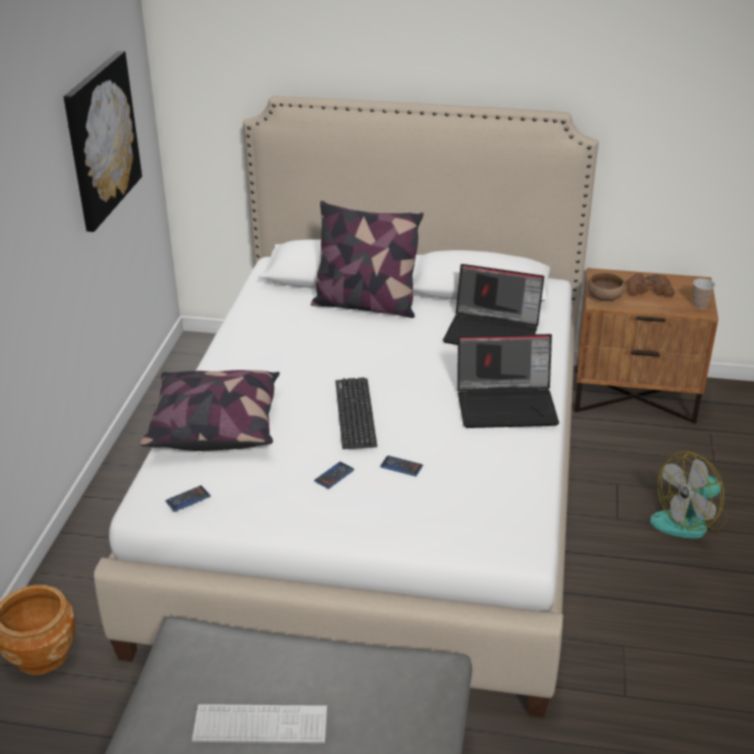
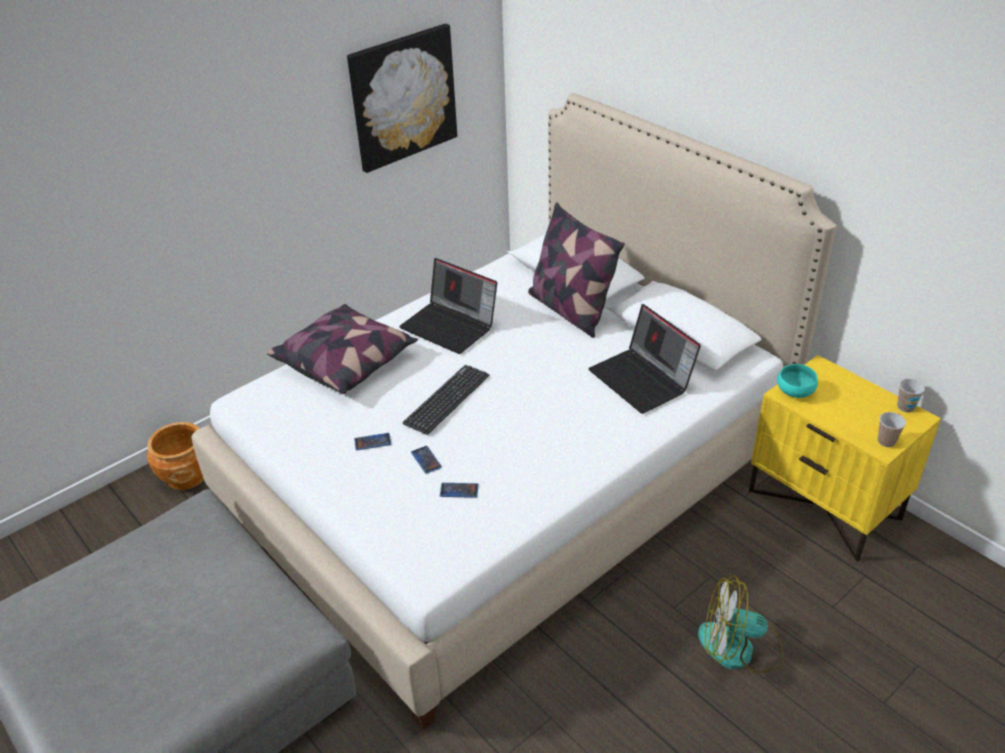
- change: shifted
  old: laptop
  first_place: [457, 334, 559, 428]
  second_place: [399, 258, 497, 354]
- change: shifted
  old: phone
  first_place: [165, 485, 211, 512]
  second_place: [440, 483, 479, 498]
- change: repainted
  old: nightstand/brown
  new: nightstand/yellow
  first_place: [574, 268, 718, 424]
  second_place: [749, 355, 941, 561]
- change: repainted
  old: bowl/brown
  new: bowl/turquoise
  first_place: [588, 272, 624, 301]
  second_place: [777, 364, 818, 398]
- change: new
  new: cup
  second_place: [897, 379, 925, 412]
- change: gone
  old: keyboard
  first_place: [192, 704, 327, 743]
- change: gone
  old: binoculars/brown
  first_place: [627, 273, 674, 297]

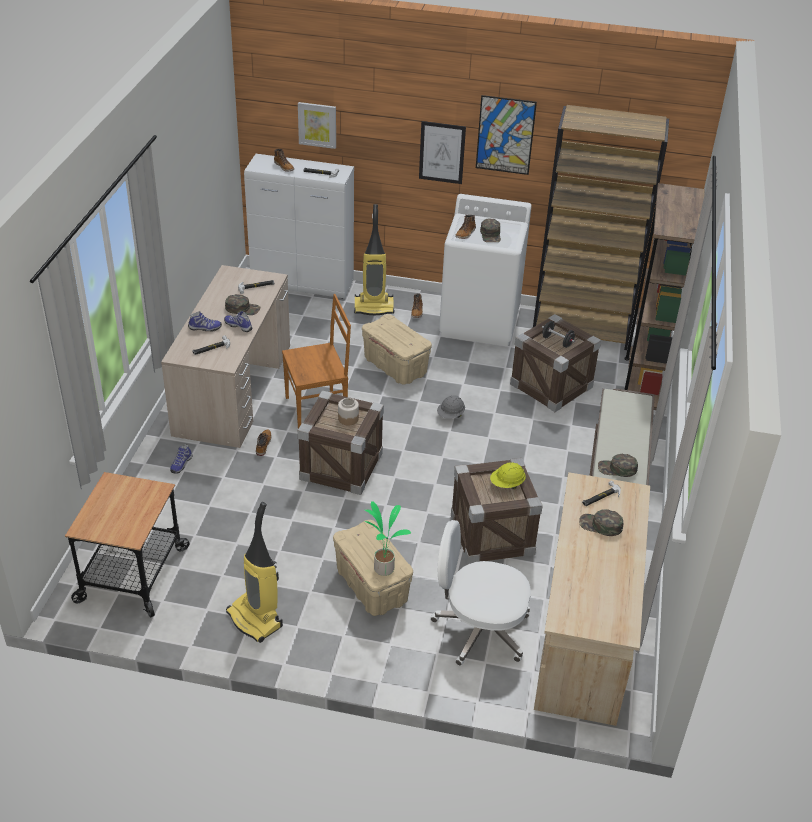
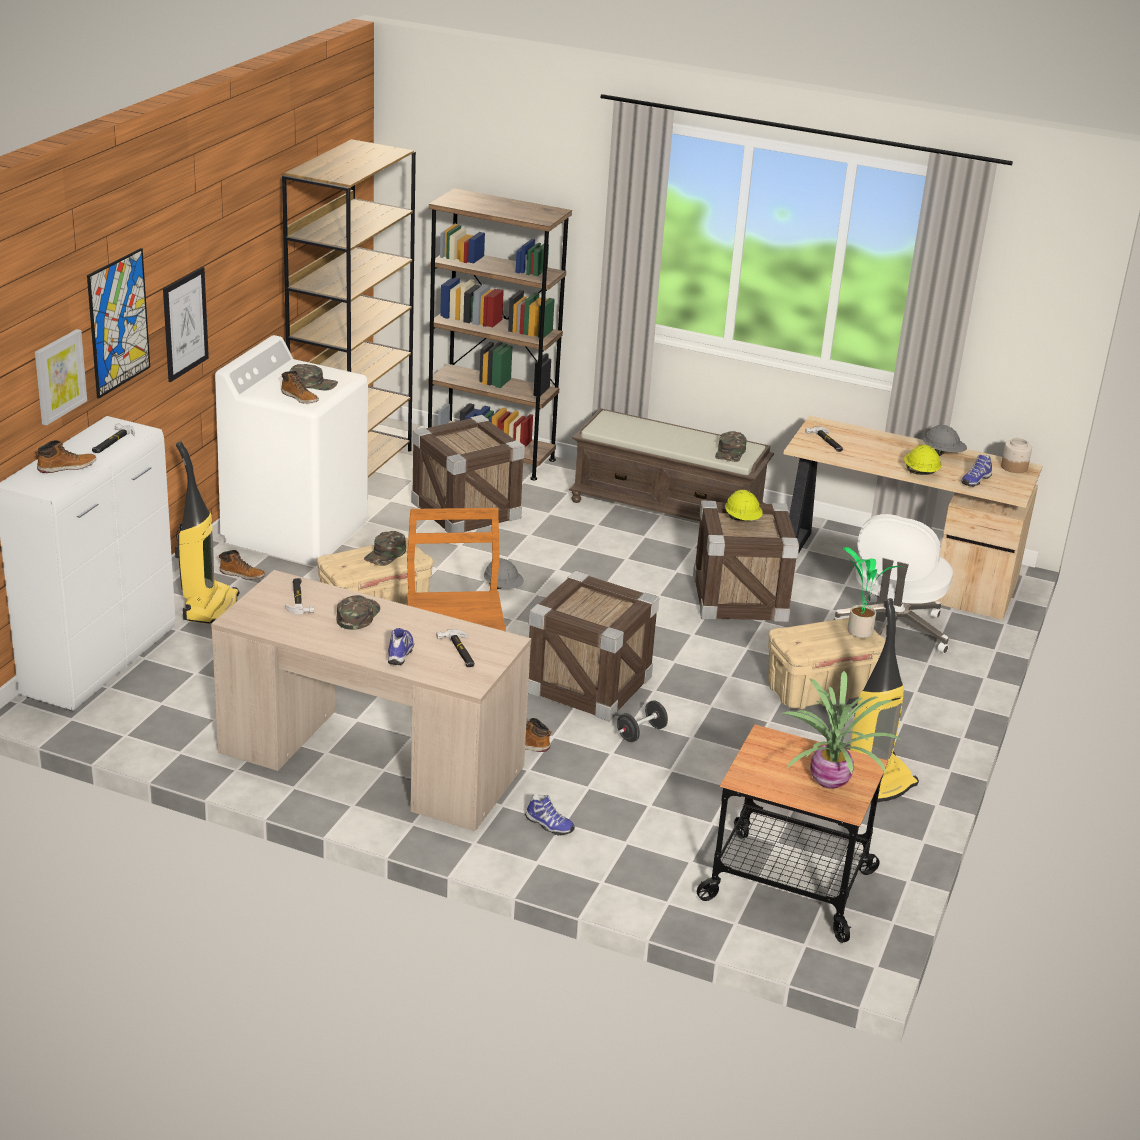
- change: shifted
  old: picture
  first_place: [476, 95, 537, 175]
  second_place: [87, 248, 150, 398]
- change: shifted
  old: cap/green
  first_place: [579, 509, 623, 536]
  second_place: [364, 531, 406, 566]
- change: shifted
  old: dumbbell/black
  first_place: [542, 321, 575, 348]
  second_place: [617, 700, 668, 742]
- change: new
  new: potted plant
  second_place: [783, 671, 901, 789]
- change: new
  new: hard hat/yellow
  second_place: [904, 445, 941, 475]
- change: new
  new: hard hat/grey
  second_place: [923, 425, 967, 456]
- change: shifted
  old: shoe
  first_place: [224, 311, 253, 332]
  second_place: [961, 455, 992, 487]
- change: shifted
  old: jar
  first_place: [338, 398, 359, 426]
  second_place: [1001, 438, 1032, 473]

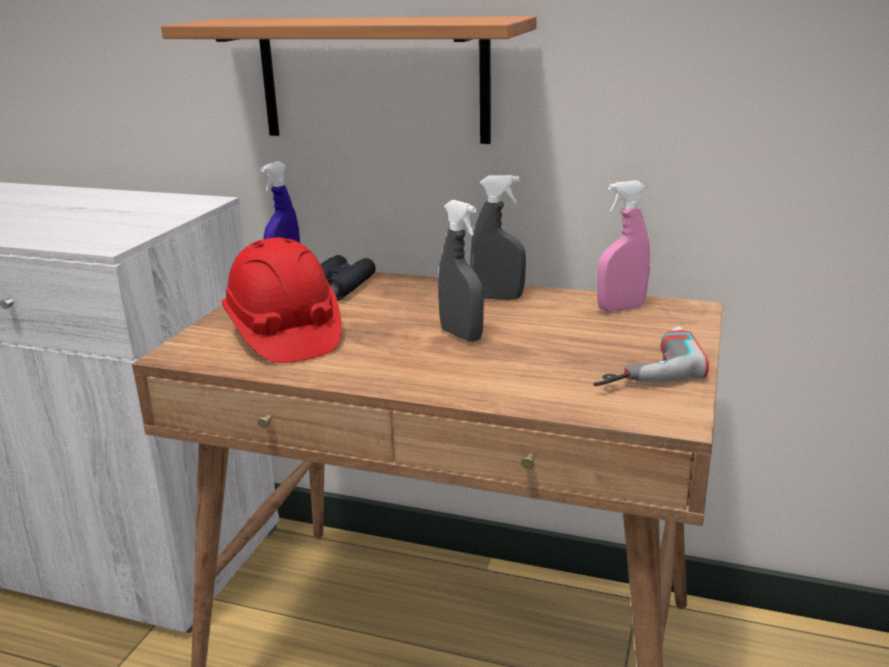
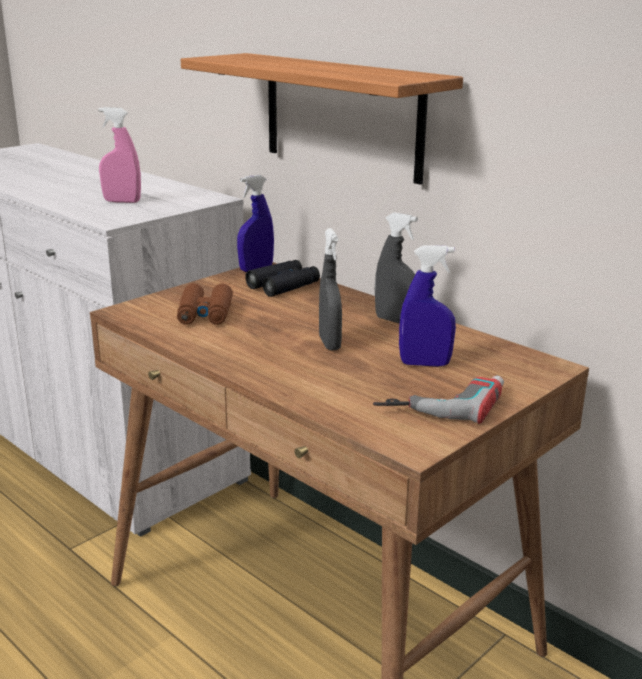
- change: shifted
  old: spray bottle/pink
  first_place: [597, 180, 650, 312]
  second_place: [98, 107, 141, 203]
- change: swapped
  old: hard hat/red
  new: binoculars/brown
  first_place: [222, 237, 341, 363]
  second_place: [177, 283, 233, 325]
- change: new
  new: spray bottle/blue
  second_place: [399, 245, 456, 367]

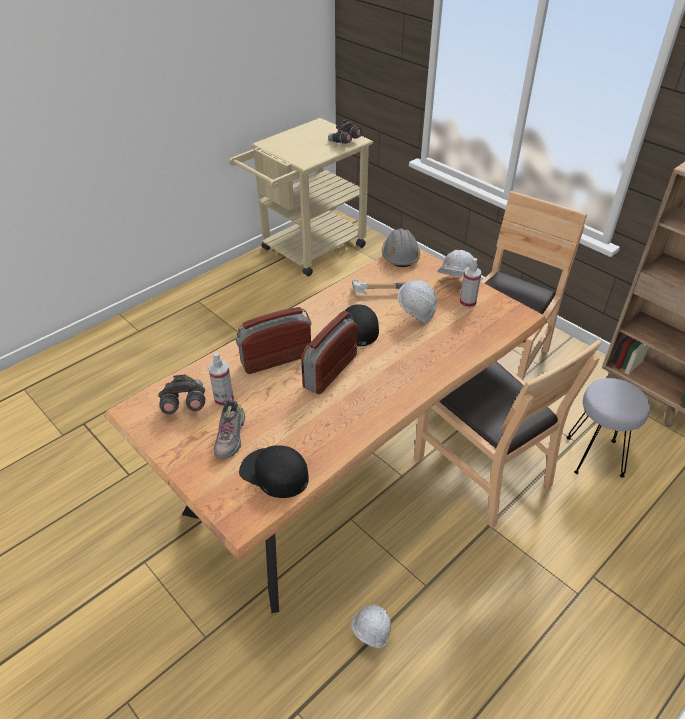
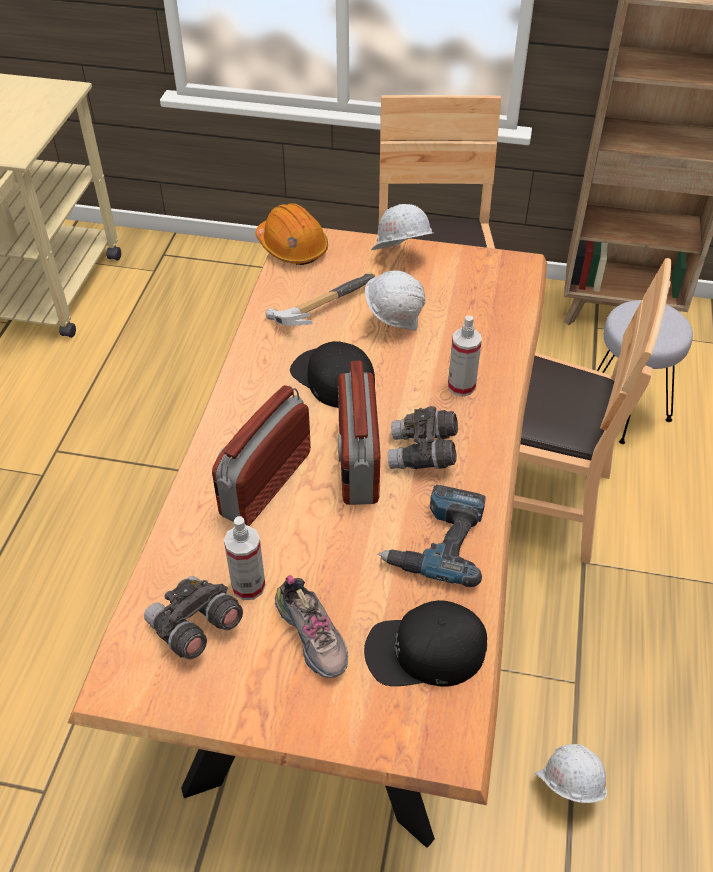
- change: repainted
  old: hard hat/grey
  new: hard hat/orange
  first_place: [382, 229, 420, 267]
  second_place: [256, 203, 328, 265]
- change: new
  new: power drill
  second_place: [378, 485, 486, 587]
- change: shifted
  old: binoculars/grey
  first_place: [328, 119, 362, 144]
  second_place: [388, 406, 458, 469]
- change: shifted
  old: spray bottle
  first_place: [460, 258, 481, 308]
  second_place: [448, 315, 482, 397]

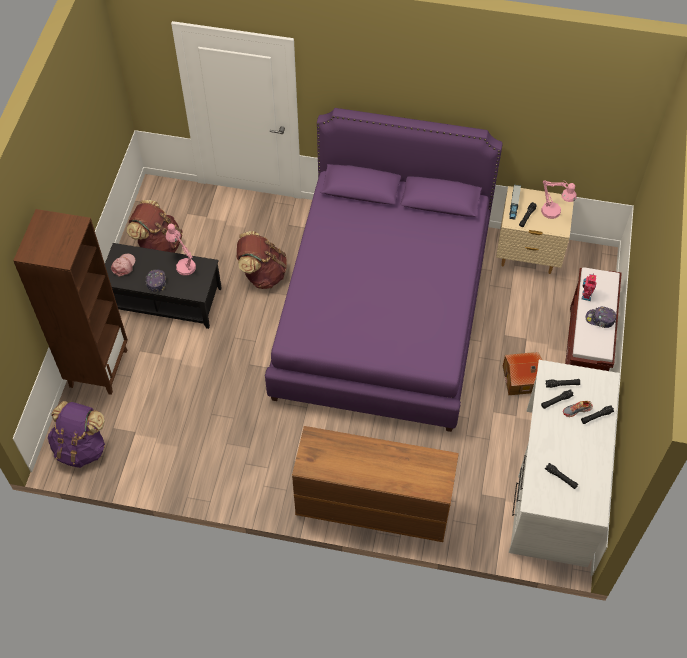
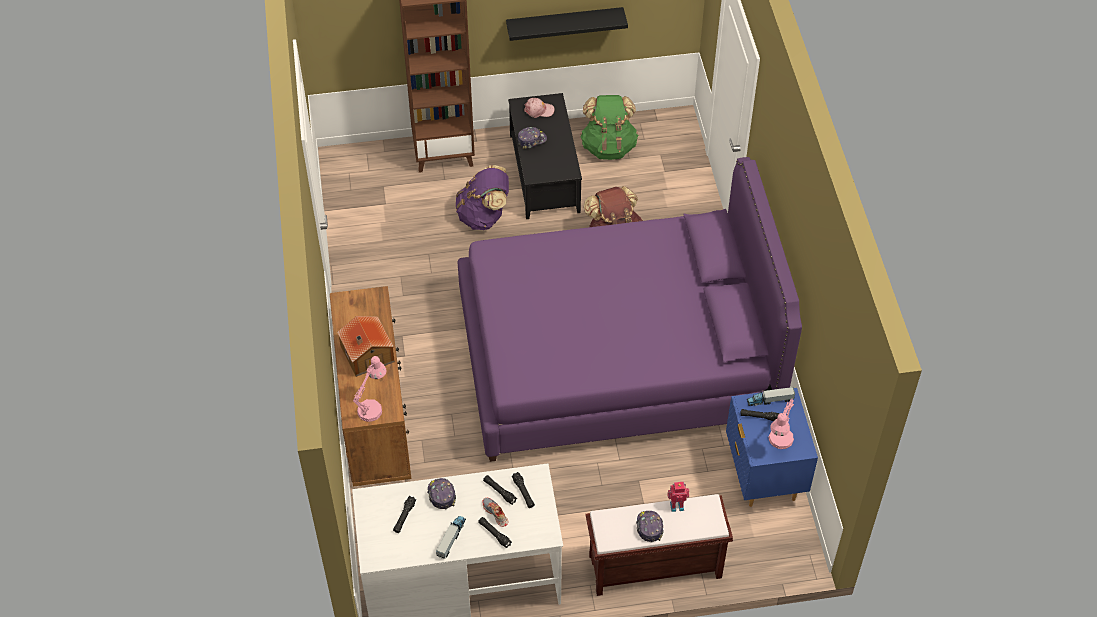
- change: shifted
  old: toy house
  first_place: [503, 352, 542, 395]
  second_place: [337, 316, 395, 377]
- change: shifted
  old: table lamp/pink
  first_place: [166, 224, 196, 276]
  second_place: [353, 356, 386, 422]
- change: new
  new: cap
  second_place: [427, 478, 456, 510]
- change: new
  new: toy truck
  second_place: [436, 516, 466, 559]
- change: shifted
  old: backpack/purple
  first_place: [48, 401, 105, 468]
  second_place: [456, 165, 509, 230]
- change: new
  new: shelf/black
  second_place: [506, 7, 628, 41]
- change: repainted
  old: backpack/brown
  new: backpack/green
  first_place: [127, 200, 183, 253]
  second_place: [580, 95, 639, 160]
- change: repainted
  old: nightstand/beige
  new: nightstand/blue
  first_place: [496, 186, 574, 274]
  second_place: [726, 388, 818, 507]

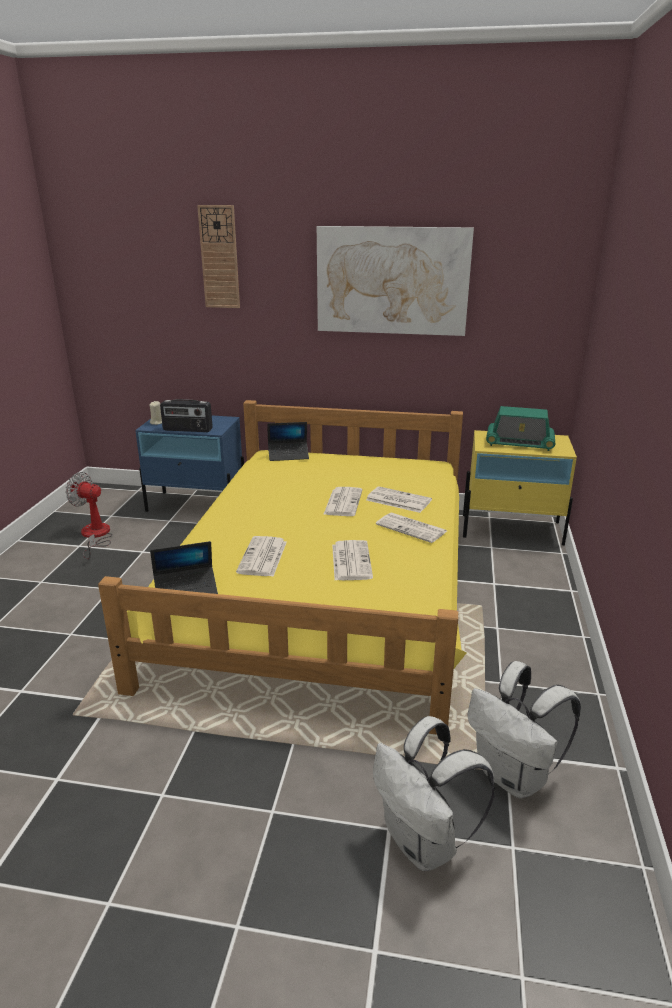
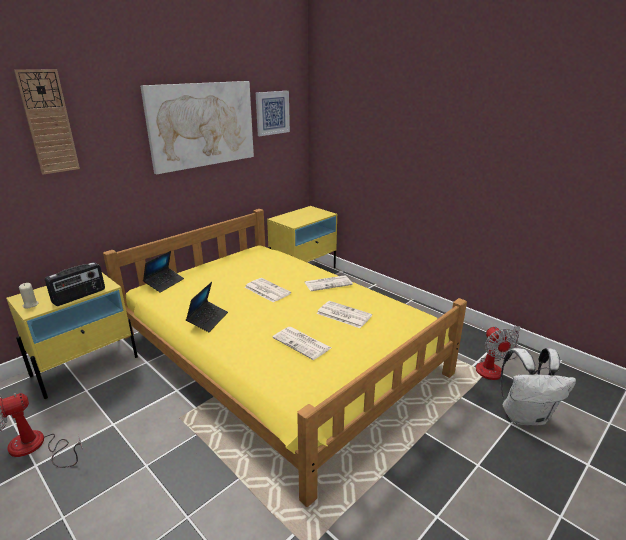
- change: repainted
  old: nightstand/blue
  new: nightstand/yellow
  first_place: [135, 416, 244, 512]
  second_place: [6, 273, 138, 399]
- change: shifted
  old: laptop
  first_place: [150, 541, 218, 594]
  second_place: [186, 282, 228, 332]
- change: new
  new: picture
  second_place: [256, 91, 290, 136]
- change: swapped
  old: backpack/white
  new: fan
  first_place: [467, 661, 581, 798]
  second_place: [476, 326, 520, 380]
- change: gone
  old: newspaper
  first_place: [366, 486, 432, 513]
- change: gone
  old: radio
  first_place: [486, 406, 555, 451]

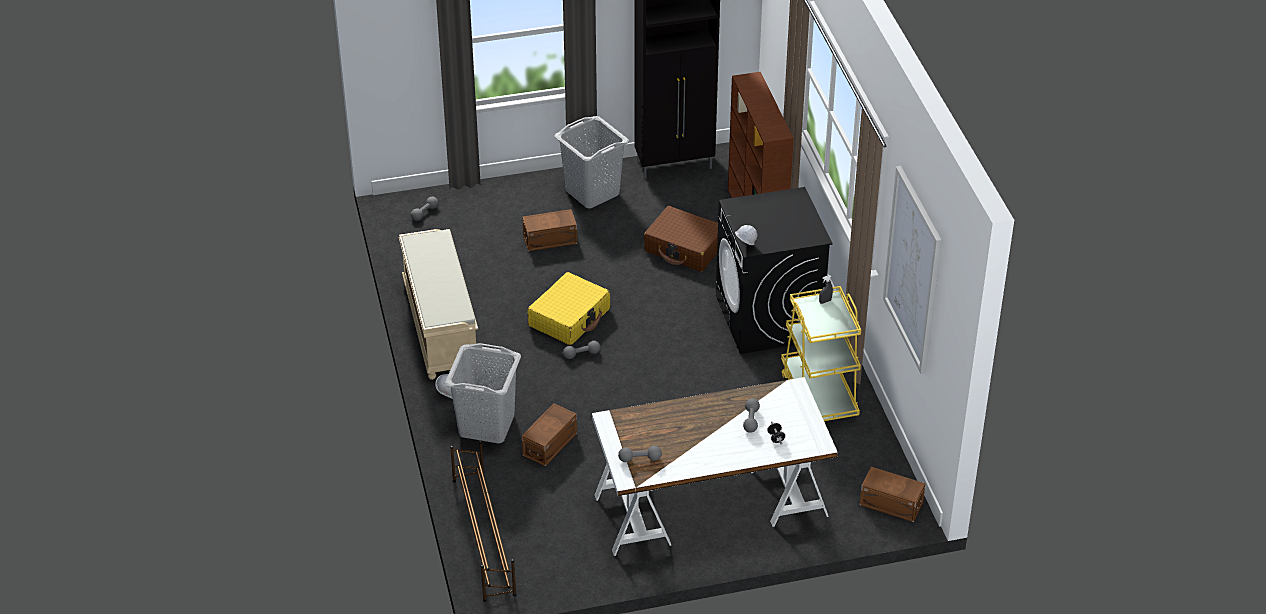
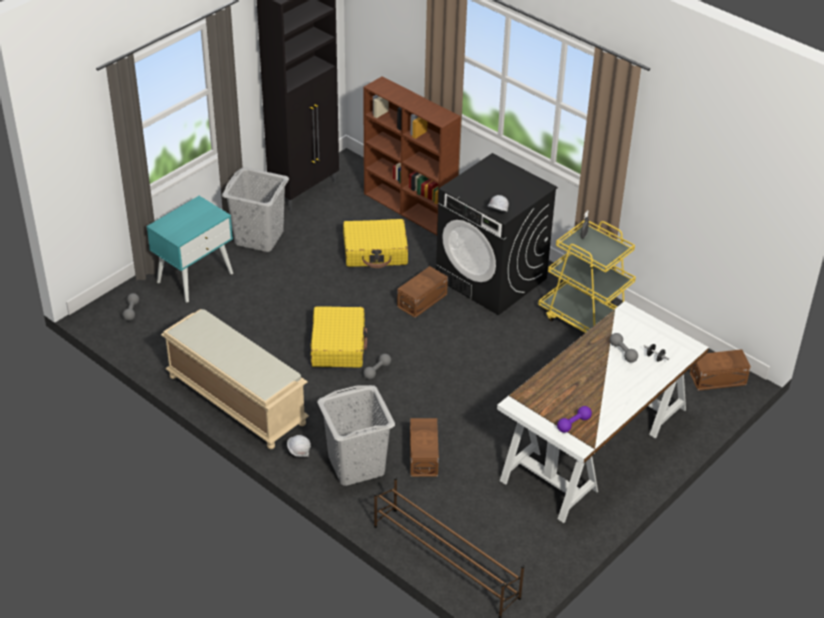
- change: new
  new: nightstand/turquoise
  second_place: [146, 196, 233, 302]
- change: repainted
  old: suitcase/brown
  new: suitcase/yellow
  first_place: [644, 206, 718, 272]
  second_place: [343, 219, 408, 268]
- change: shifted
  old: storage box/brown
  first_place: [522, 209, 577, 251]
  second_place: [397, 266, 448, 318]
- change: repainted
  old: dumbbell/grey
  new: dumbbell/purple
  first_place: [618, 446, 662, 462]
  second_place: [557, 406, 592, 433]
- change: gone
  old: picture
  first_place: [883, 166, 942, 374]

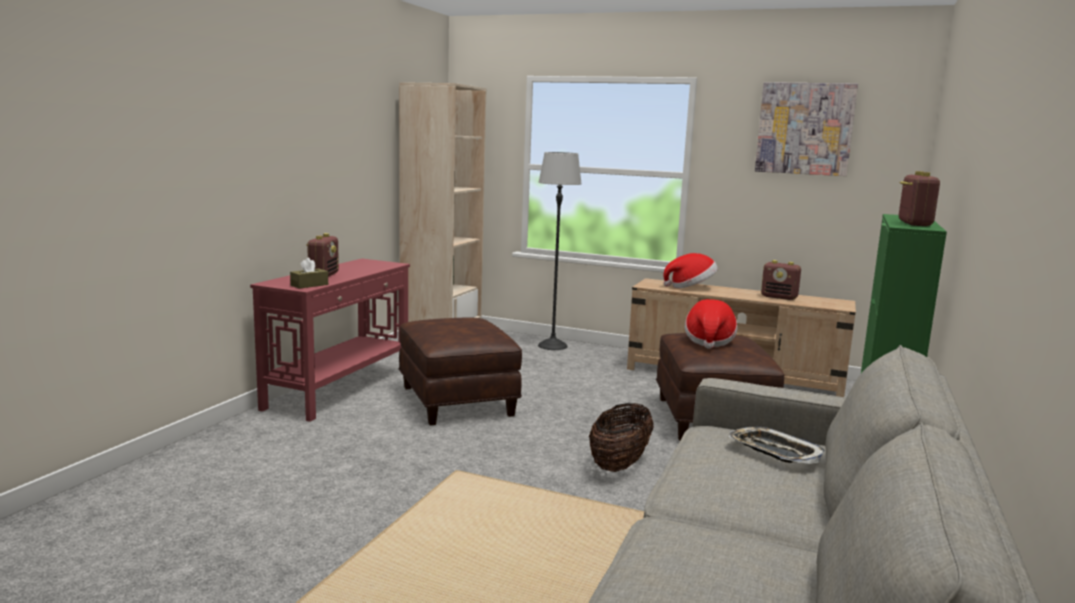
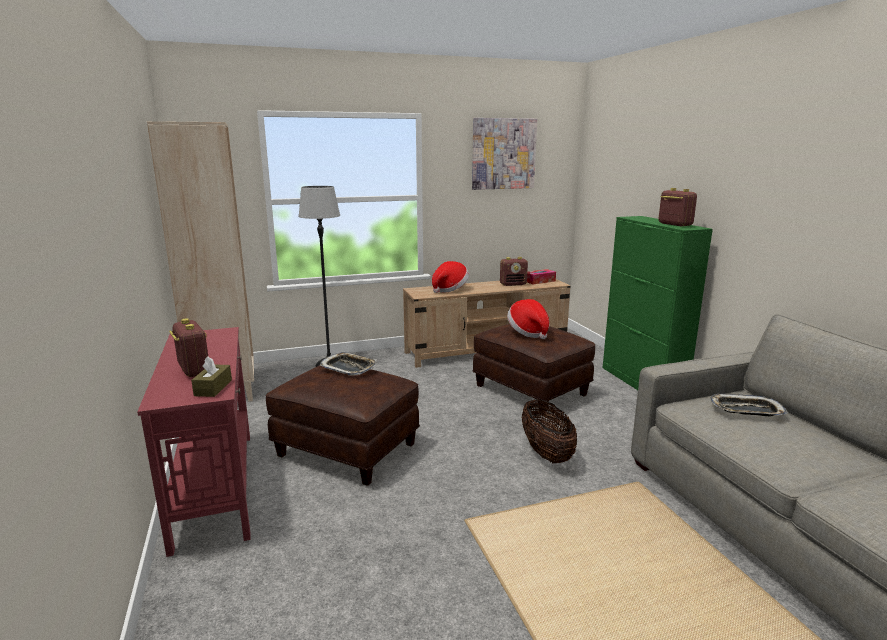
- change: new
  new: tray
  second_place: [319, 352, 377, 376]
- change: new
  new: tissue box
  second_place: [527, 269, 556, 284]

